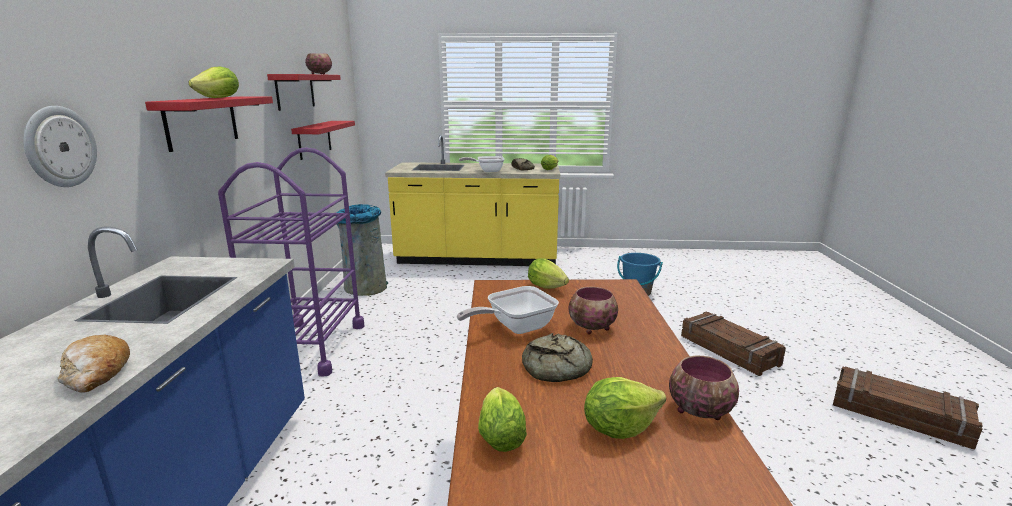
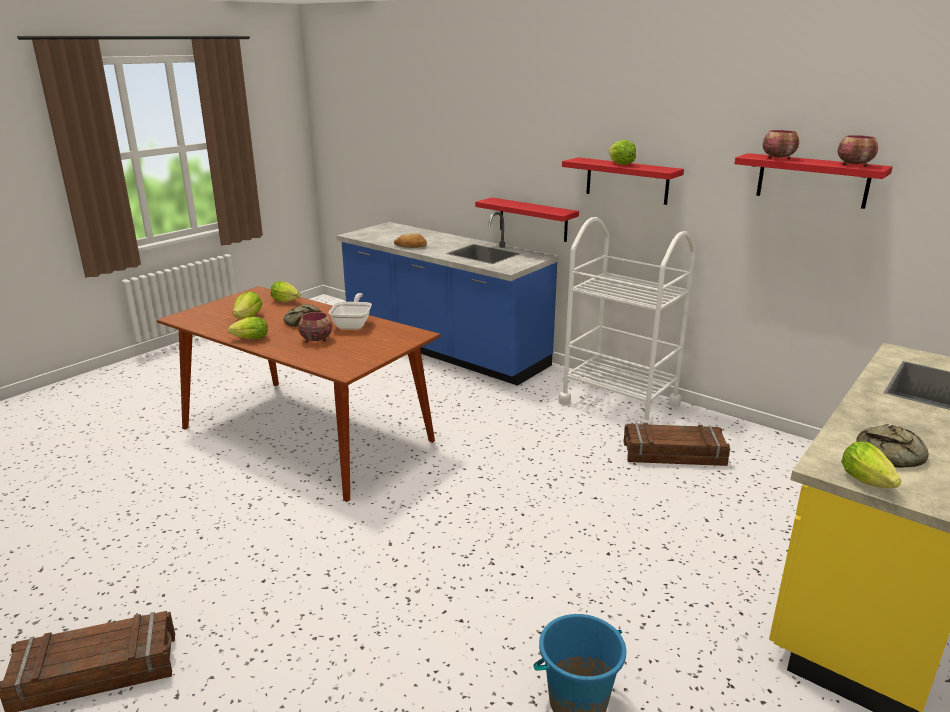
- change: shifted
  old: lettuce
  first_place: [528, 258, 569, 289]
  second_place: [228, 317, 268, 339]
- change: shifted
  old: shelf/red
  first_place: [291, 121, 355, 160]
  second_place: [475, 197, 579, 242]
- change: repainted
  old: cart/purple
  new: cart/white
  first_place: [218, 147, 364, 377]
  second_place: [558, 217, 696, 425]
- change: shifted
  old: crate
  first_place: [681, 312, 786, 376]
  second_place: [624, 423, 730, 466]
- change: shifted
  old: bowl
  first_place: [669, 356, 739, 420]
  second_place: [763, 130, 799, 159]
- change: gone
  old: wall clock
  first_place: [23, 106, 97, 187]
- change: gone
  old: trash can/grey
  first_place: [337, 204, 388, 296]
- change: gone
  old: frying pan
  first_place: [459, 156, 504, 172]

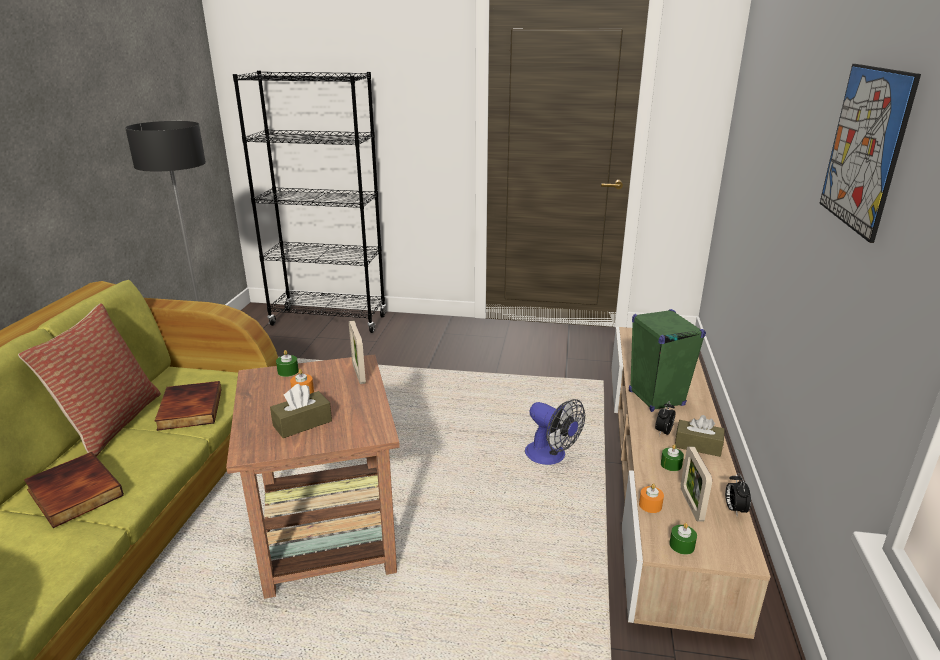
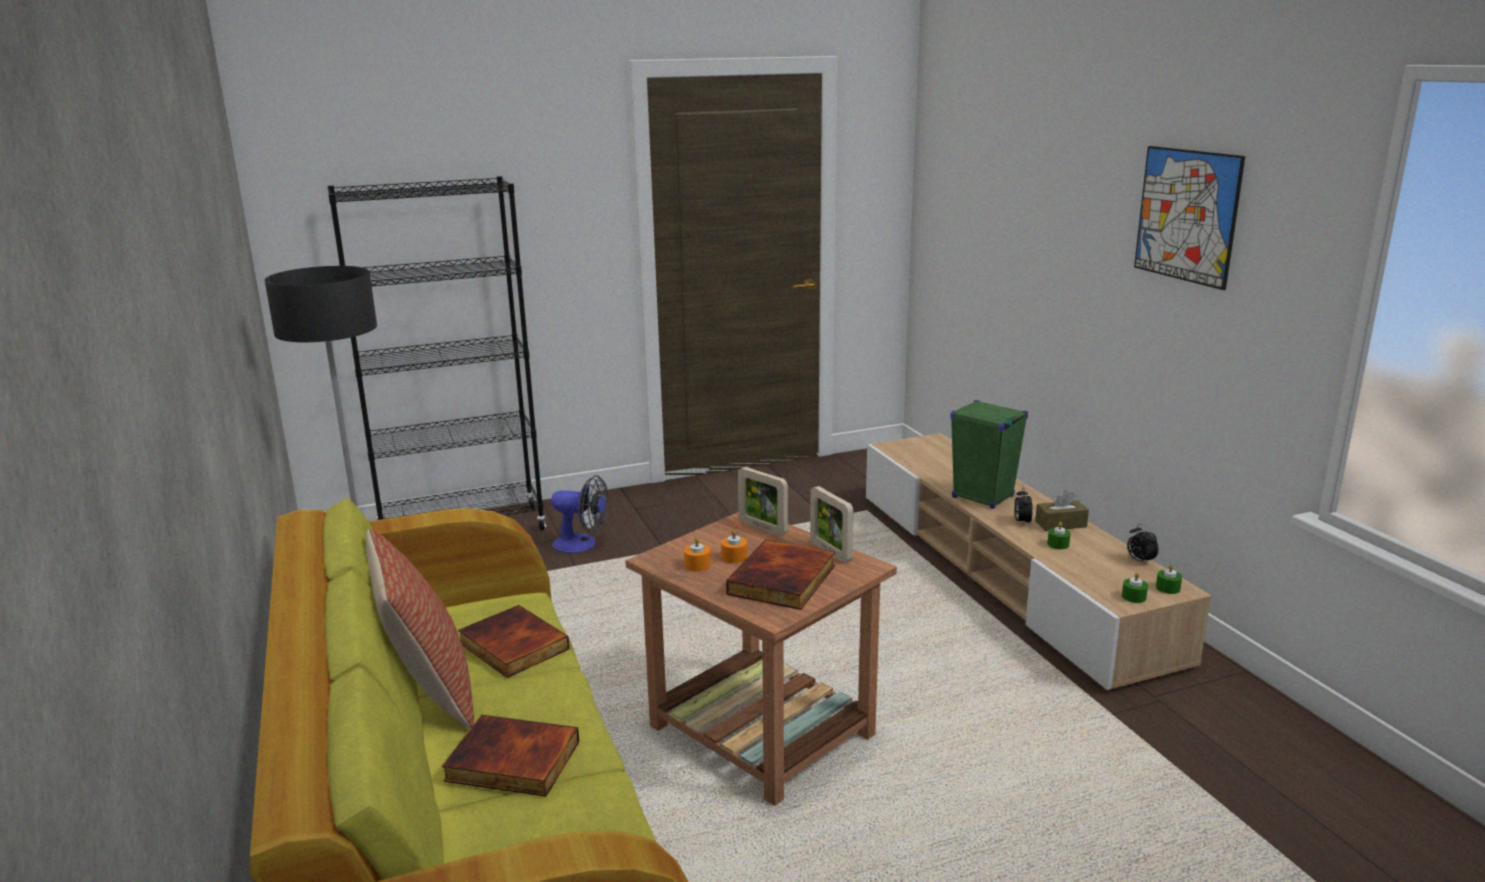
- change: shifted
  old: fan
  first_place: [525, 399, 585, 465]
  second_place: [551, 475, 608, 553]
- change: shifted
  old: candle/orange
  first_place: [639, 483, 664, 513]
  second_place: [684, 537, 711, 572]
- change: swapped
  old: tissue box/brown
  new: book
  first_place: [270, 384, 332, 438]
  second_place: [726, 539, 835, 610]
- change: shifted
  old: picture frame
  first_place: [681, 446, 712, 522]
  second_place: [810, 486, 853, 563]
- change: shifted
  old: candle/green
  first_place: [276, 350, 299, 377]
  second_place: [1156, 564, 1182, 594]

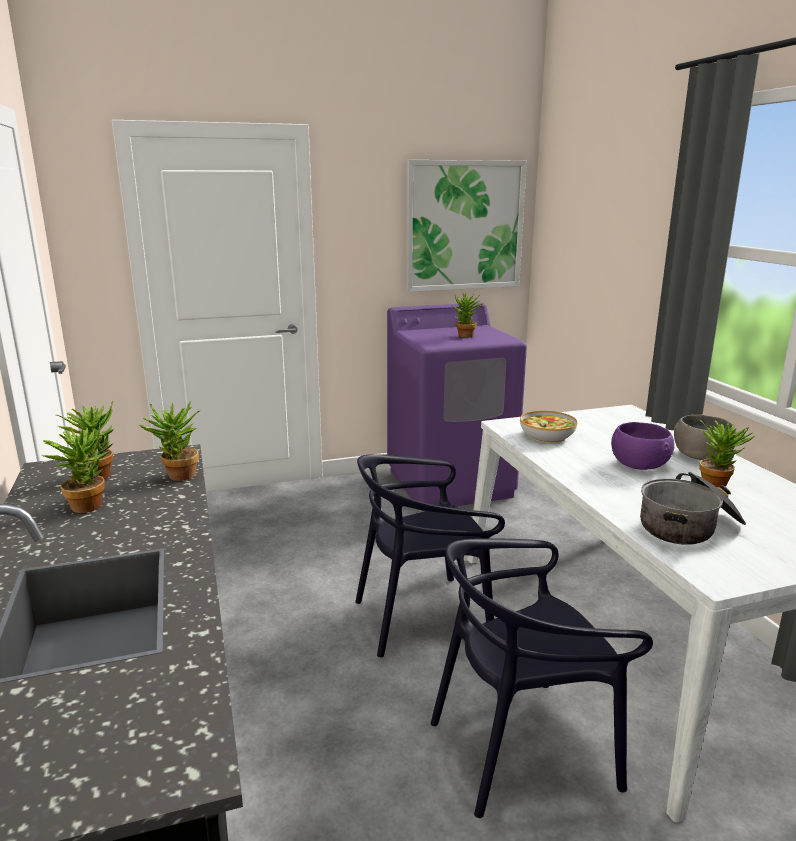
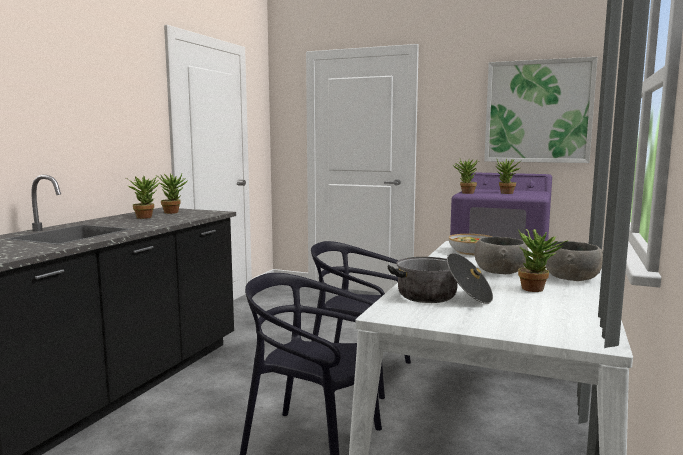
- change: shifted
  old: potted plant
  first_place: [139, 401, 201, 481]
  second_place: [453, 159, 479, 194]
- change: repainted
  old: bowl/purple
  new: bowl/grey
  first_place: [611, 422, 674, 470]
  second_place: [474, 237, 528, 274]

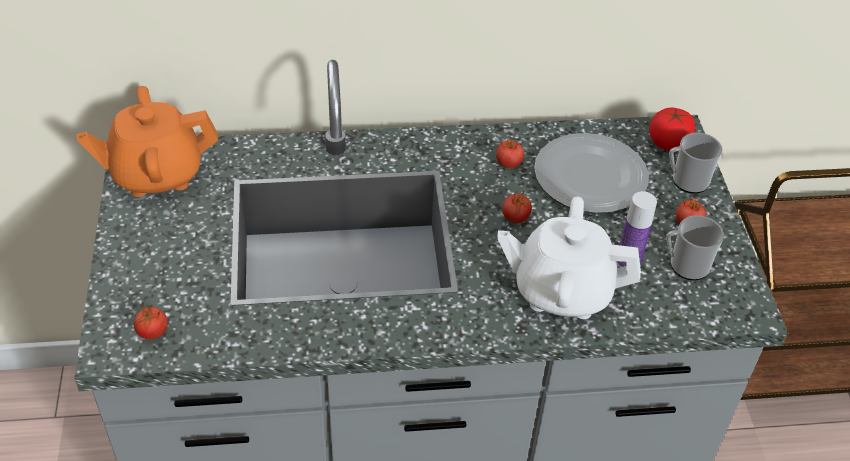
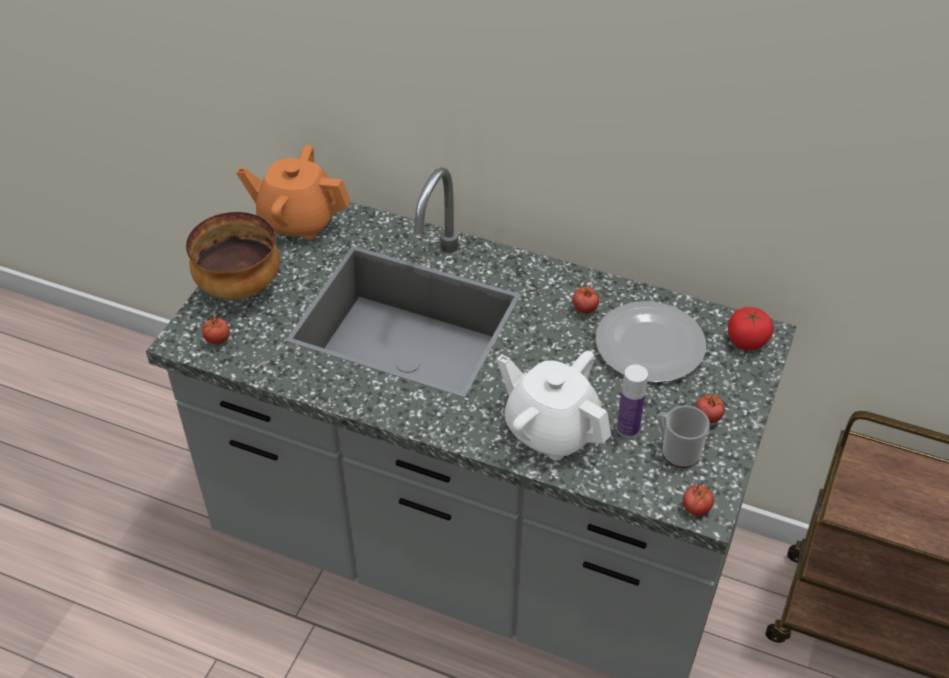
- change: new
  new: bowl
  second_place: [186, 212, 280, 299]
- change: shifted
  old: tomato
  first_place: [502, 189, 532, 223]
  second_place: [683, 484, 714, 516]
- change: gone
  old: mug
  first_place: [669, 133, 722, 194]

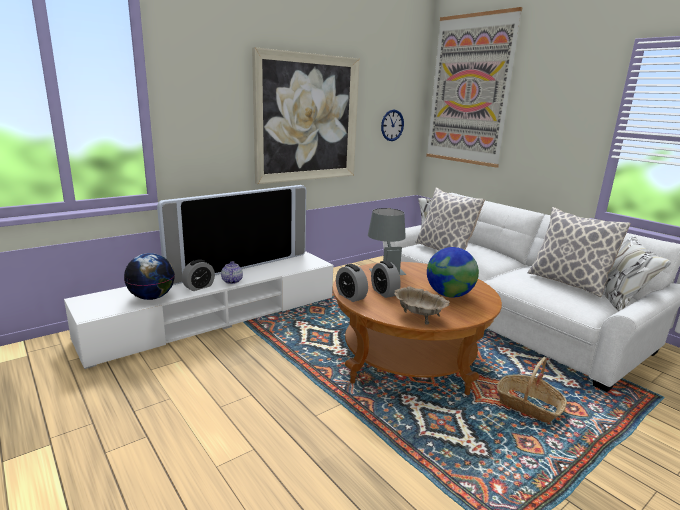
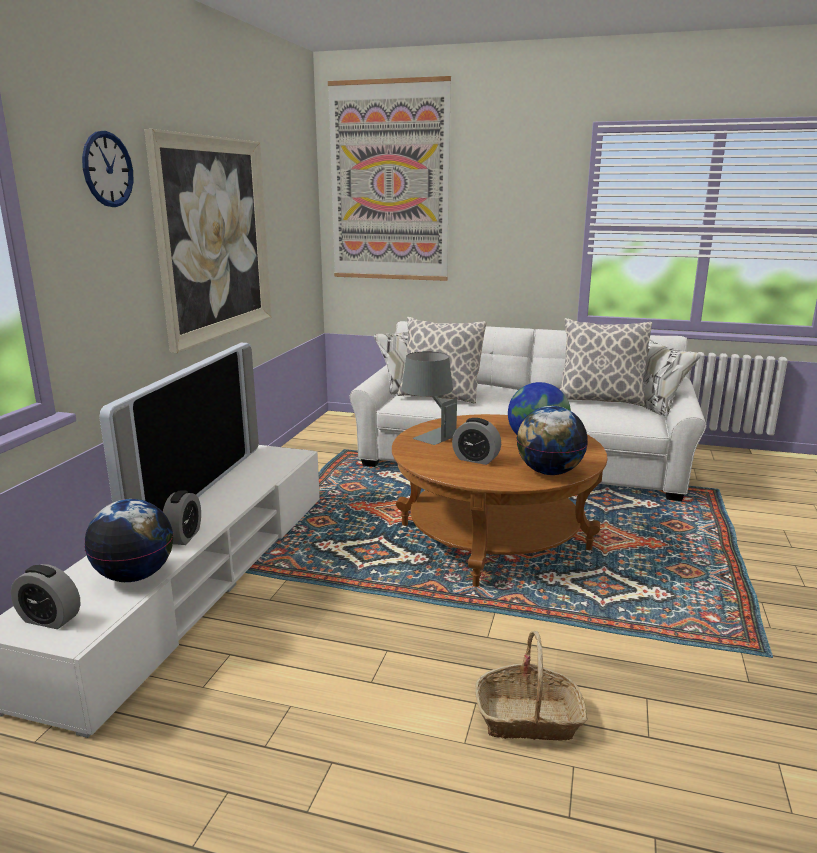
- change: shifted
  old: alarm clock
  first_place: [336, 264, 368, 302]
  second_place: [11, 564, 81, 629]
- change: shifted
  old: wall clock
  first_place: [381, 109, 404, 141]
  second_place: [82, 131, 134, 207]
- change: shifted
  old: basket
  first_place: [497, 357, 567, 423]
  second_place: [475, 631, 588, 741]
- change: swapped
  old: bowl/beige
  new: globe
  first_place: [394, 286, 450, 325]
  second_place: [517, 406, 588, 475]
- change: gone
  old: teapot
  first_place: [221, 261, 243, 284]

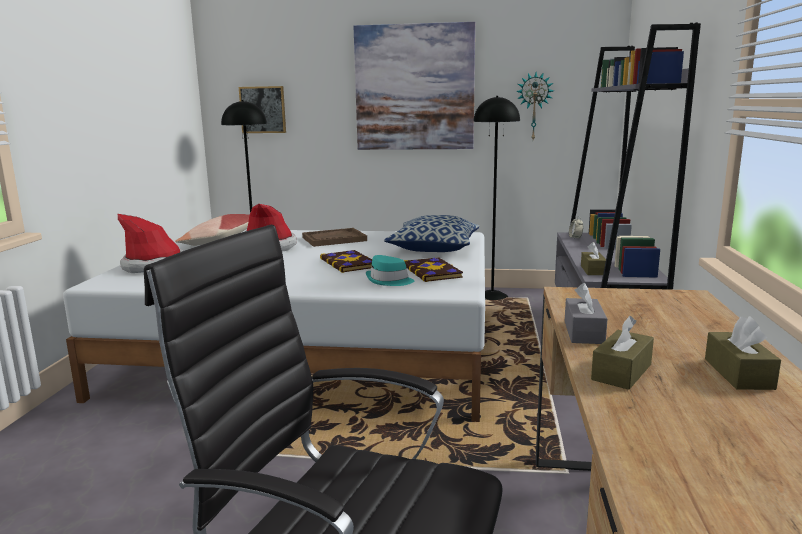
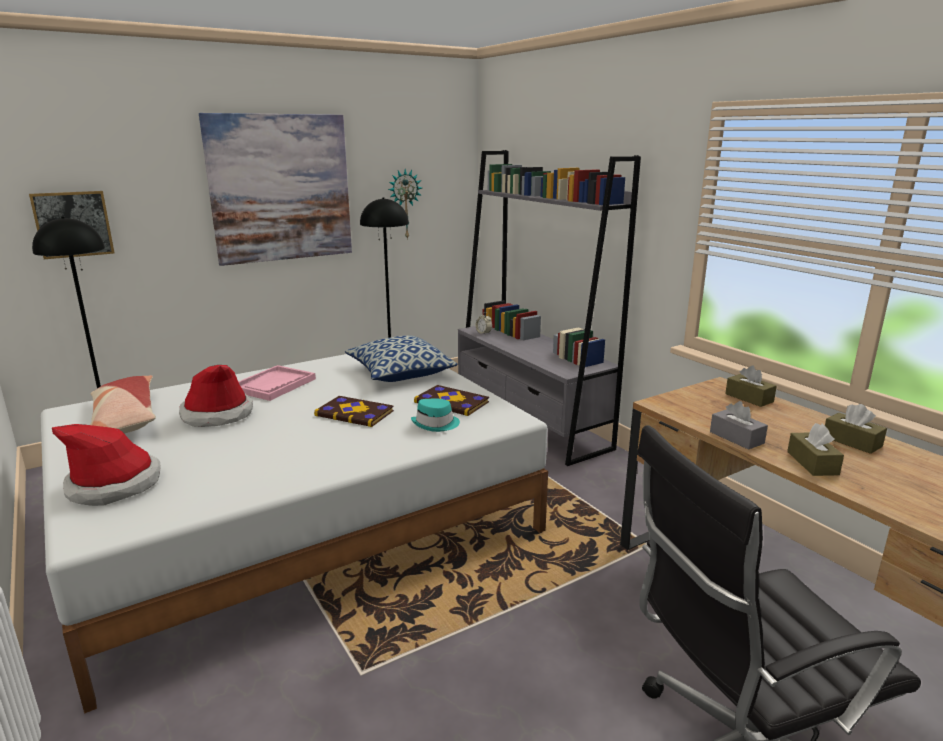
- change: repainted
  old: tray/brown
  new: tray/pink
  first_place: [302, 228, 367, 247]
  second_place: [238, 365, 316, 401]
- change: shifted
  old: tissue box/brown
  first_place: [581, 242, 606, 275]
  second_place: [725, 366, 777, 407]

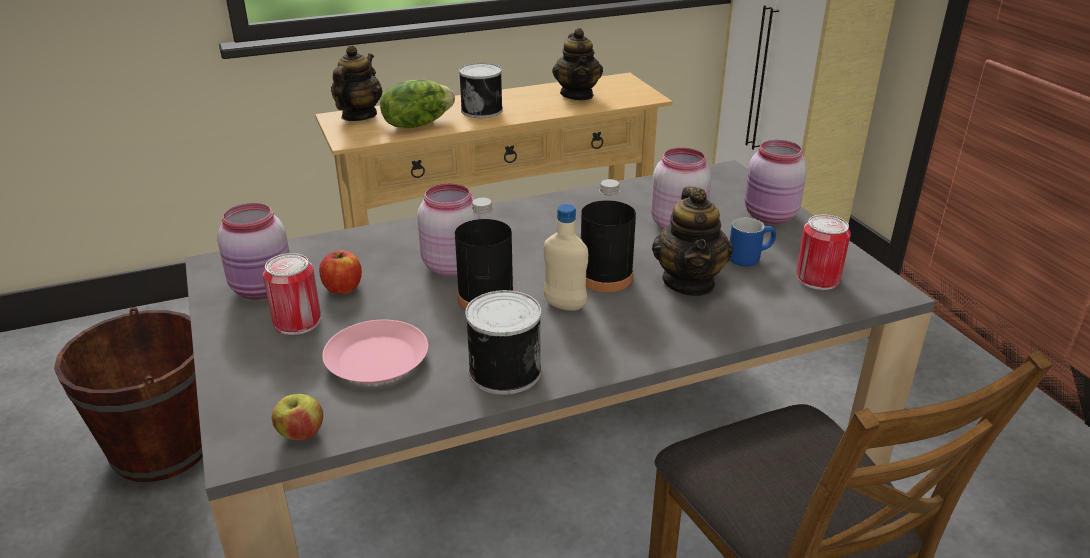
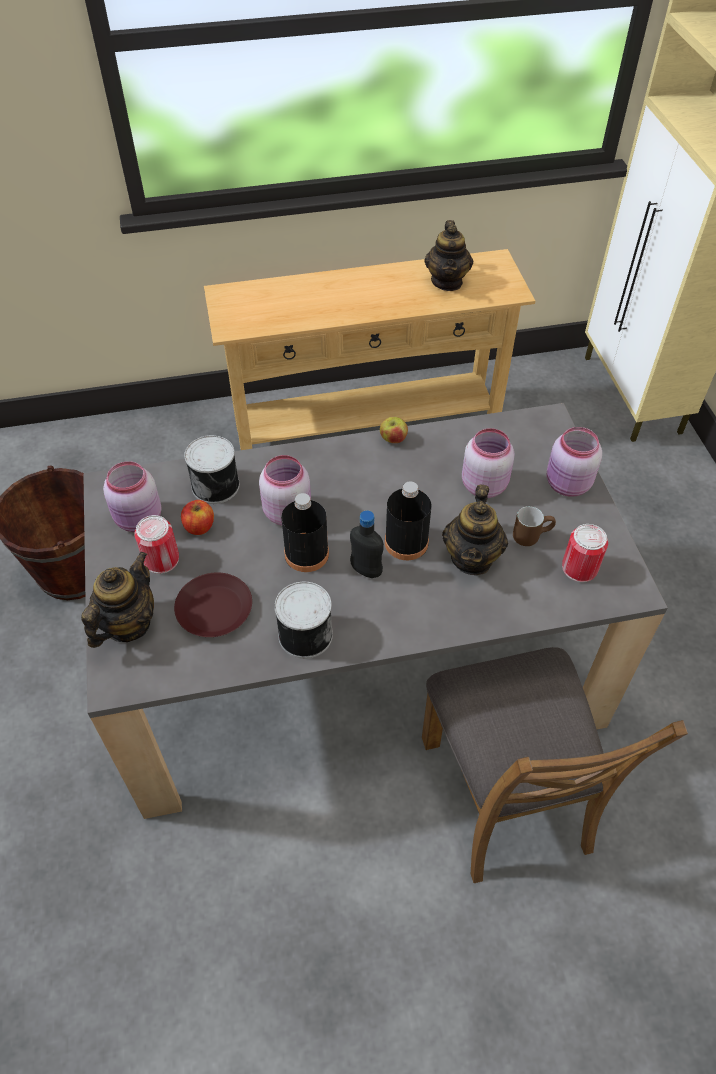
- change: shifted
  old: teapot
  first_place: [331, 45, 383, 121]
  second_place: [81, 552, 154, 648]
- change: repainted
  old: plate/pink
  new: plate/brown
  first_place: [322, 320, 428, 384]
  second_place: [174, 573, 252, 637]
- change: shifted
  old: can
  first_place: [459, 63, 503, 118]
  second_place: [184, 435, 240, 504]
- change: repainted
  old: bottle/beige
  new: bottle/black
  first_place: [544, 204, 588, 311]
  second_place: [350, 510, 384, 578]
- change: shifted
  old: apple
  first_place: [272, 394, 323, 440]
  second_place: [380, 417, 408, 443]
- change: repainted
  old: mug/blue
  new: mug/brown
  first_place: [730, 218, 776, 266]
  second_place: [513, 506, 556, 546]
- change: gone
  old: lettuce
  first_place: [380, 80, 455, 128]

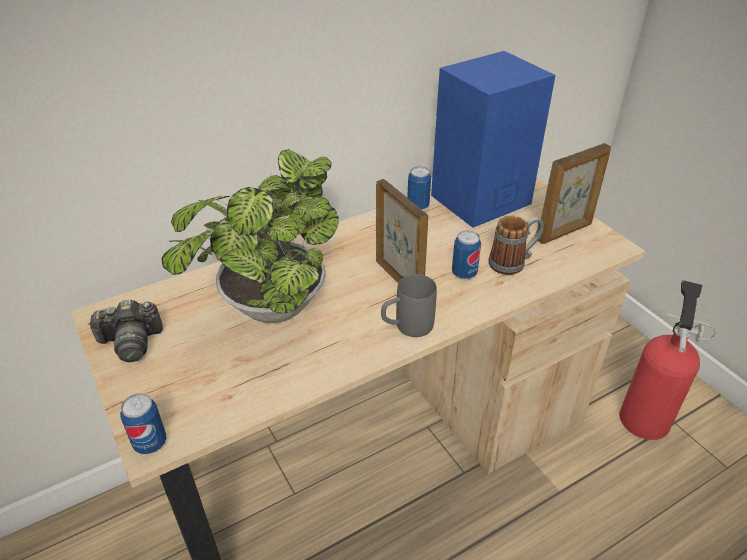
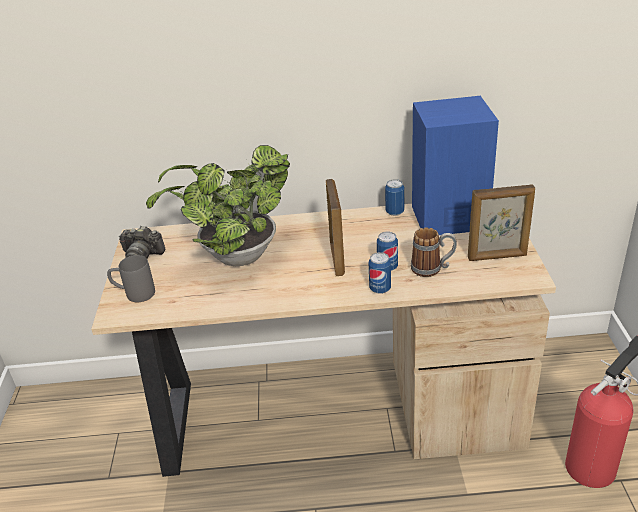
- change: shifted
  old: mug/grey
  first_place: [381, 274, 437, 337]
  second_place: [107, 255, 155, 302]
- change: shifted
  old: can
  first_place: [120, 393, 167, 454]
  second_place: [369, 252, 391, 294]

